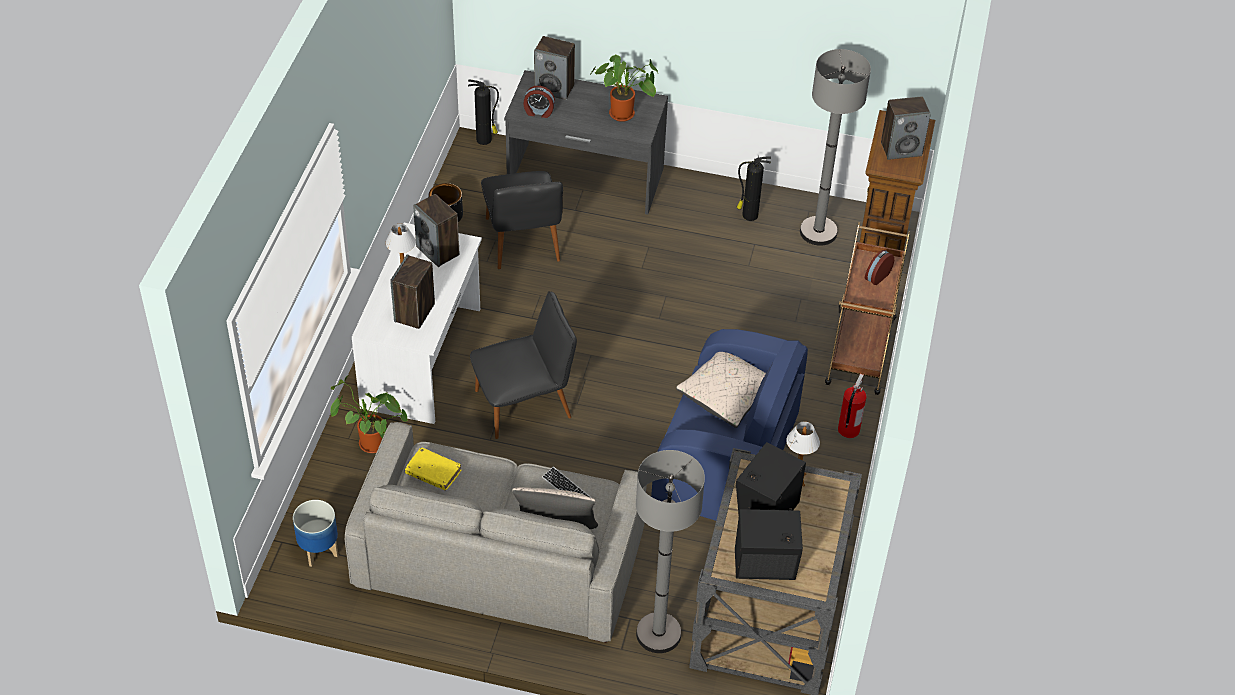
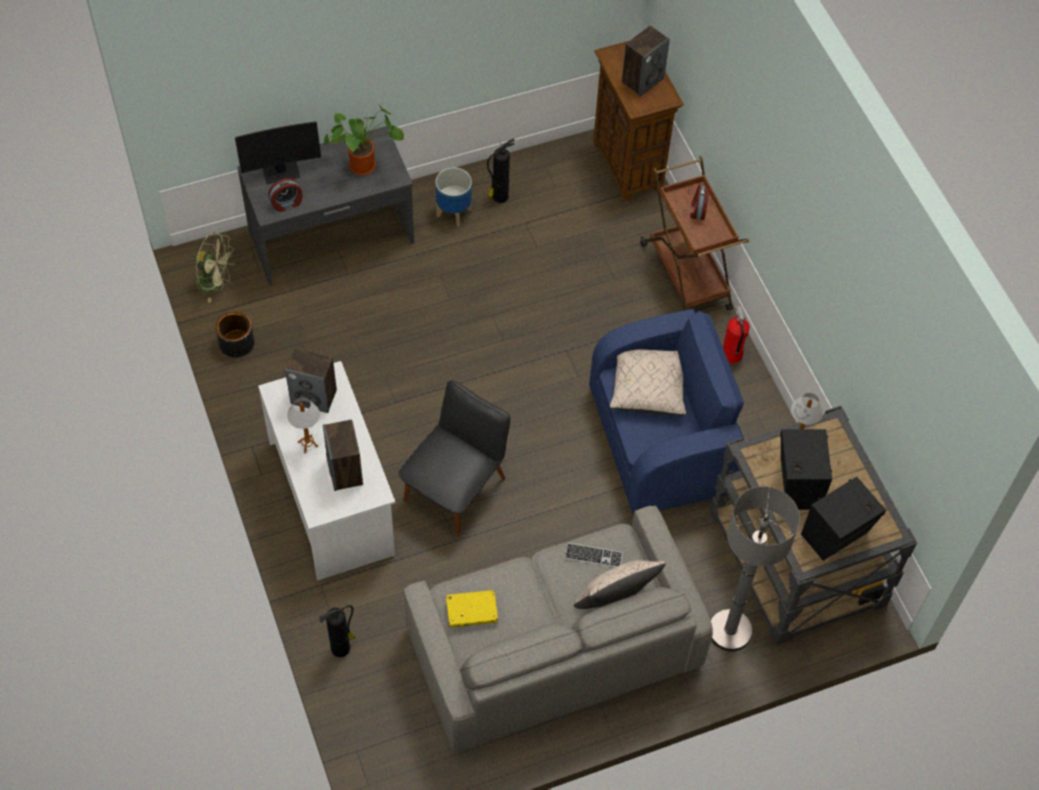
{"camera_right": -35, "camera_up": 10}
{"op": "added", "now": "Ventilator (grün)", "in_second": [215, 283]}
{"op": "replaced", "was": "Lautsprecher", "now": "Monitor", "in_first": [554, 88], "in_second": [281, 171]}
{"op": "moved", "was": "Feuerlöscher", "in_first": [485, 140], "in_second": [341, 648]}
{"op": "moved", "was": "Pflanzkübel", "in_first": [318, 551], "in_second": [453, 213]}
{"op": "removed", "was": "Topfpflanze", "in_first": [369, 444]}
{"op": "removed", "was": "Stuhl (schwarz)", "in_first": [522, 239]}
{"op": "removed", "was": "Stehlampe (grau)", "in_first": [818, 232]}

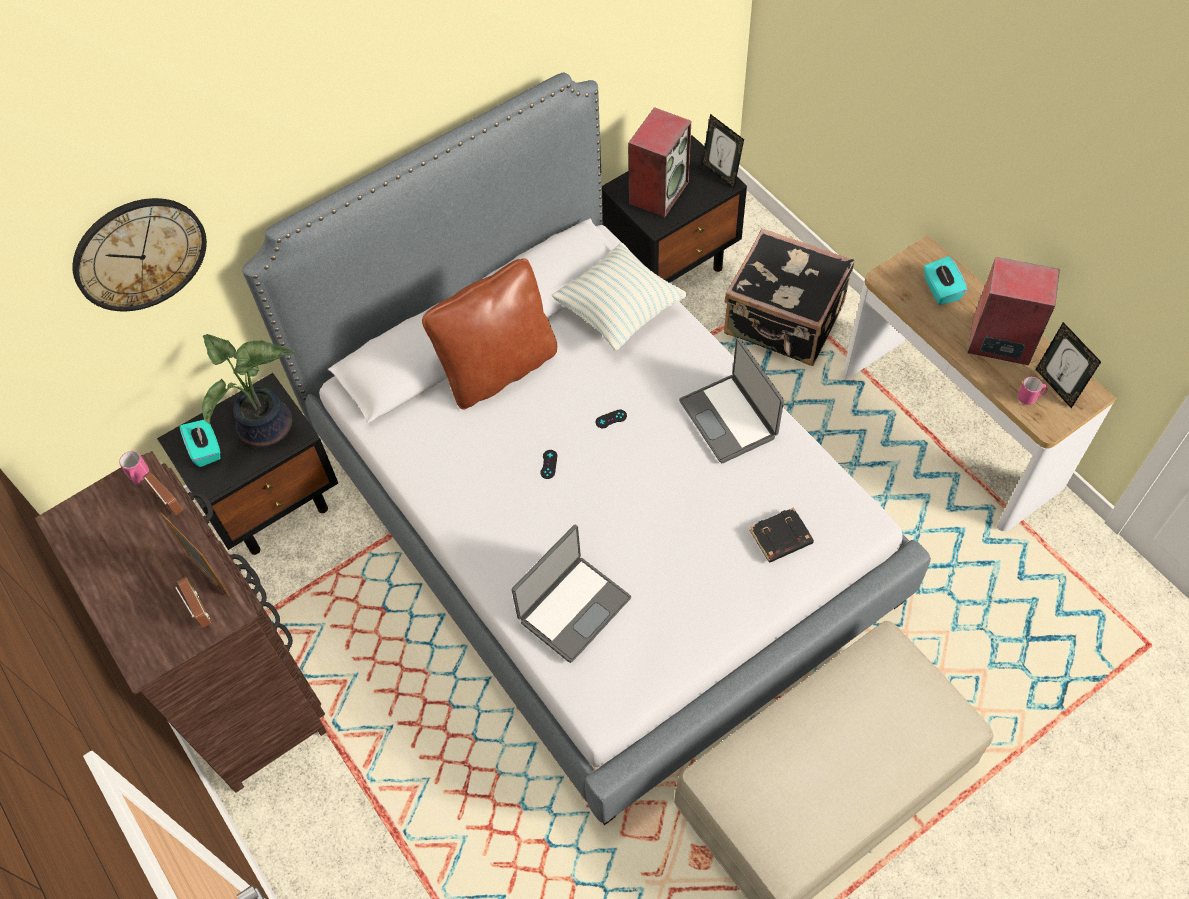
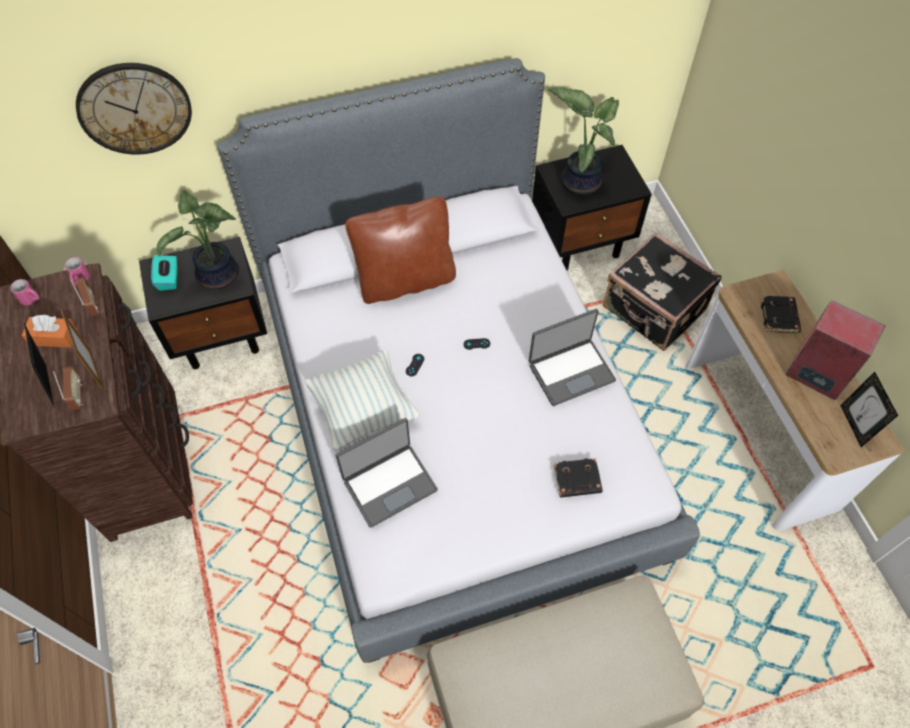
{"camera_right": 15, "camera_up": 0}
{"op": "moved", "was": "Henkelbecher (rosa)", "in_first": [1030, 397], "in_second": [32, 300]}
{"op": "added", "now": "Taschentuchbox (orange)", "in_second": [53, 337]}
{"op": "moved", "was": "Bilderrahmen", "in_first": [720, 174], "in_second": [54, 384]}
{"op": "moved", "was": "Kissen", "in_first": [619, 312], "in_second": [363, 410]}
{"op": "turned", "was": "Laptop", "in_first": [729, 418], "in_second": [570, 371], "clockwise": -105}
{"op": "replaced", "was": "Lautsprecher", "now": "Topfpflanze", "in_first": [658, 192], "in_second": [580, 180]}
{"op": "replaced", "was": "Taschentuchbox (türkis)", "now": "Buch (schwarz)", "in_first": [940, 290], "in_second": [780, 317]}

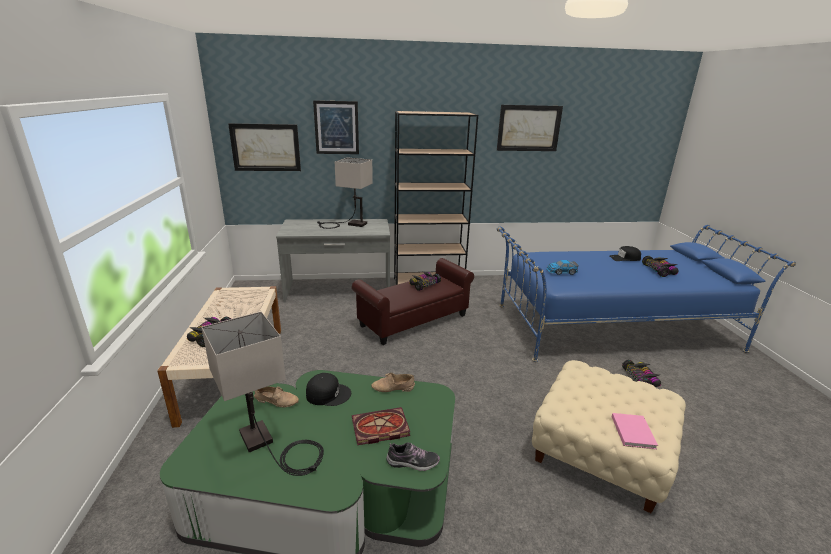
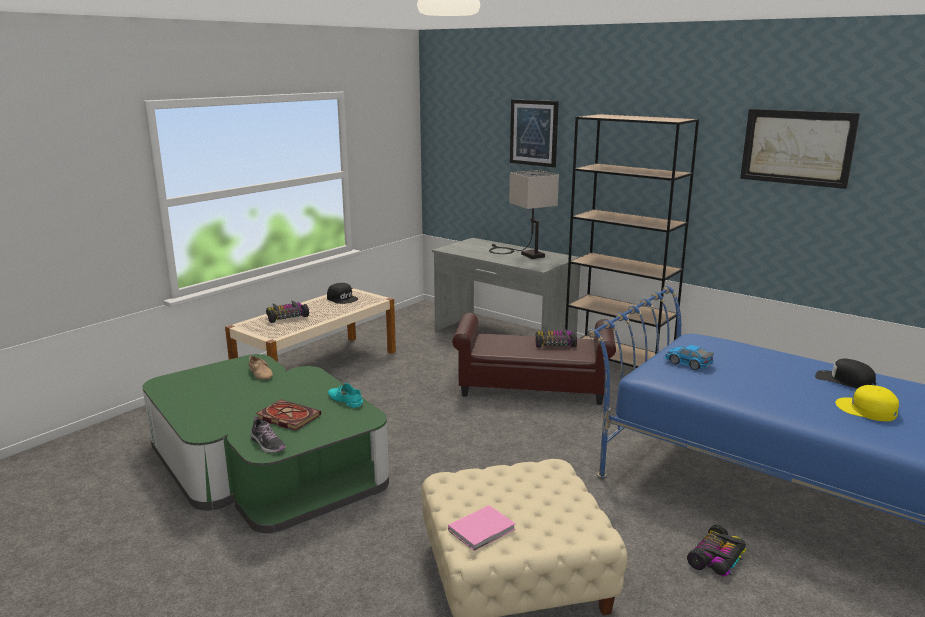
{"camera_right": 45, "camera_up": -5}
{"op": "moved", "was": "Kappe (schwarz)", "in_first": [328, 394], "in_second": [342, 298]}
{"op": "recoloured", "was": "Schuh (beige)", "now": "Schuh (türkis)", "in_first": [393, 388], "in_second": [344, 400]}
{"op": "replaced", "was": "Spielzeugauto", "now": "Kappe (gelb)", "in_first": [659, 270], "in_second": [866, 410]}
{"op": "removed", "was": "Tischlampe", "in_first": [274, 447]}
{"op": "removed", "was": "Bild", "in_first": [266, 147]}

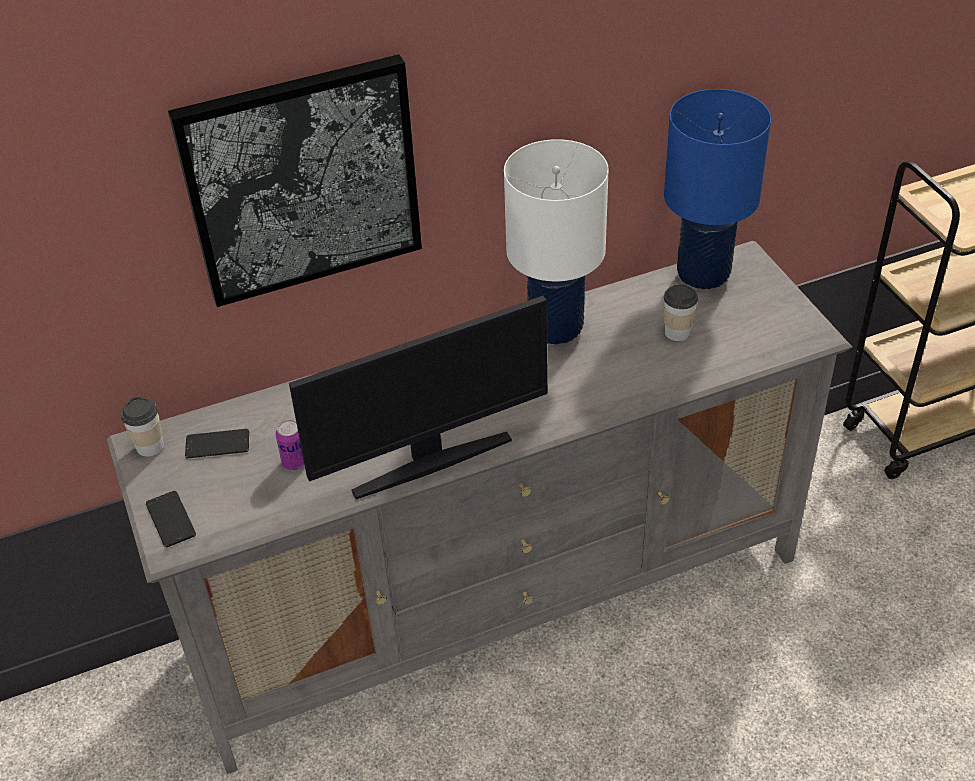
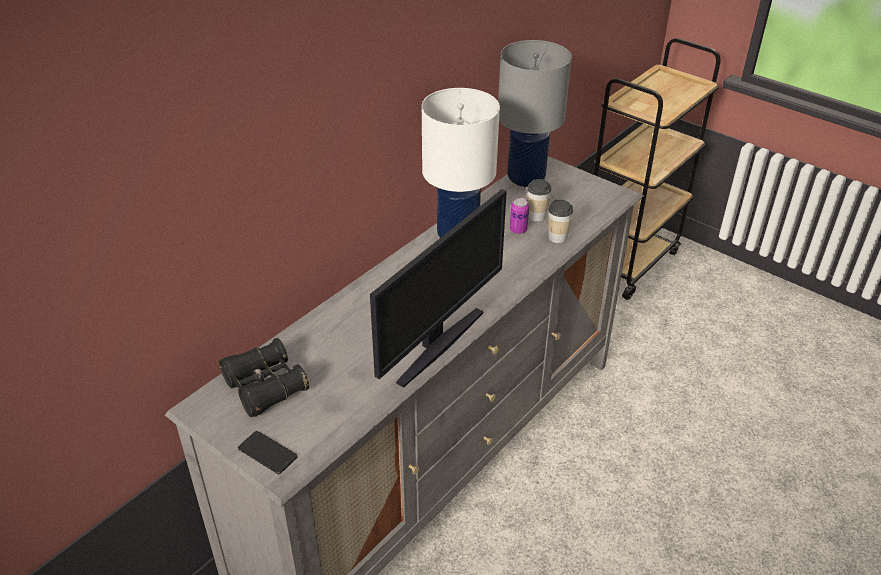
{"camera_right": -30, "camera_up": -5}
{"op": "replaced", "was": "Handy", "now": "Fernglas (schwarz)", "in_first": [217, 444], "in_second": [265, 387]}
{"op": "recoloured", "was": "Tischlampe (blau)", "now": "Tischlampe (grau)", "in_first": [702, 277], "in_second": [525, 180]}
{"op": "moved", "was": "Dose", "in_first": [295, 462], "in_second": [518, 230]}
{"op": "moved", "was": "Tasse", "in_first": [150, 447], "in_second": [557, 237]}
{"op": "removed", "was": "Bild", "in_first": [302, 180]}

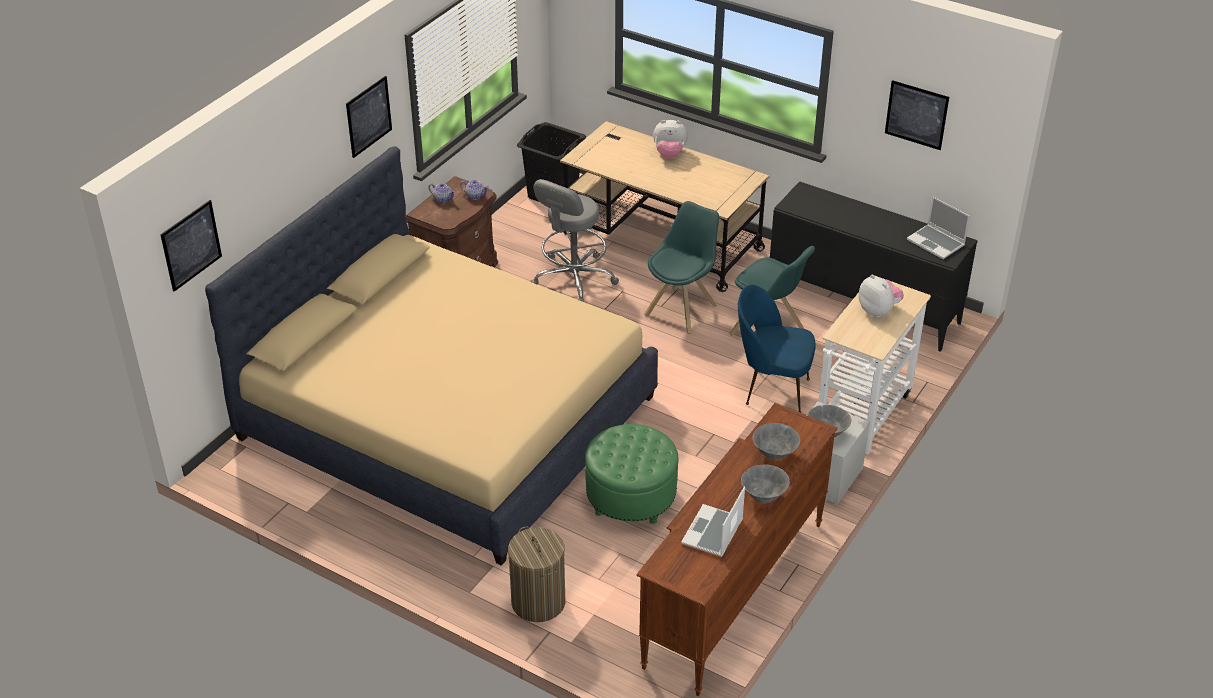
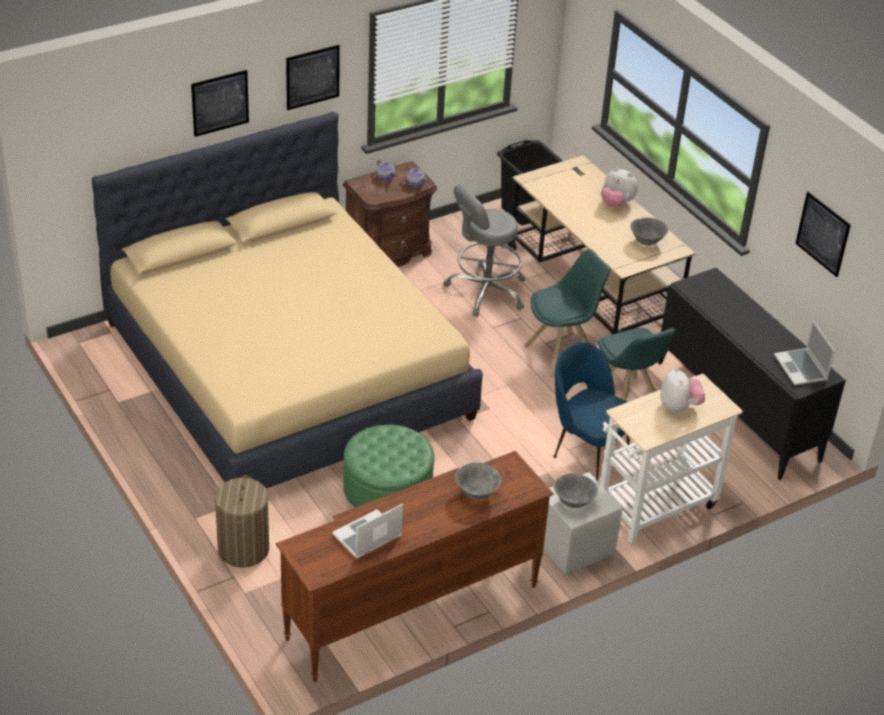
{"camera_right": 25, "camera_up": 0}
{"op": "moved", "was": "Bild", "in_first": [191, 245], "in_second": [220, 103]}
{"op": "moved", "was": "Schüssel (grau)", "in_first": [763, 497], "in_second": [646, 242]}

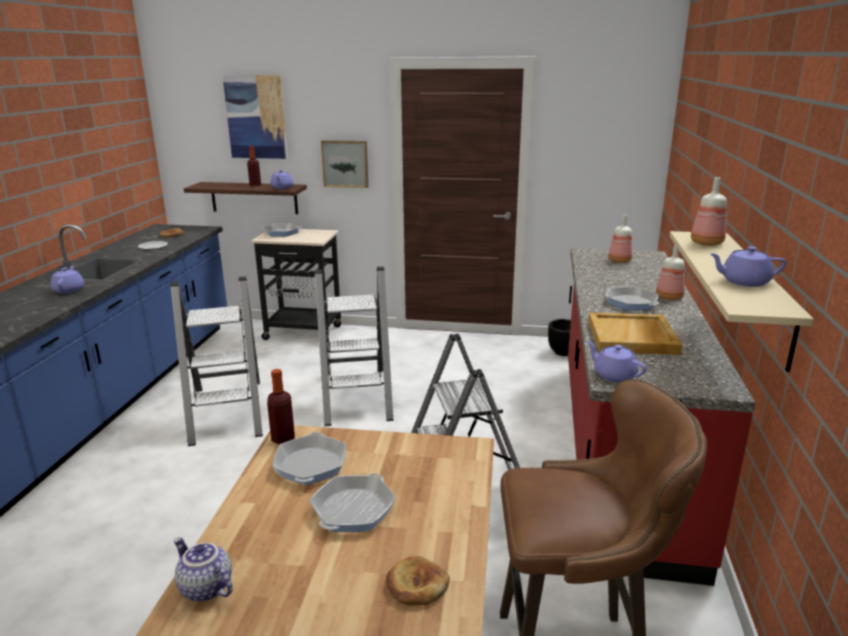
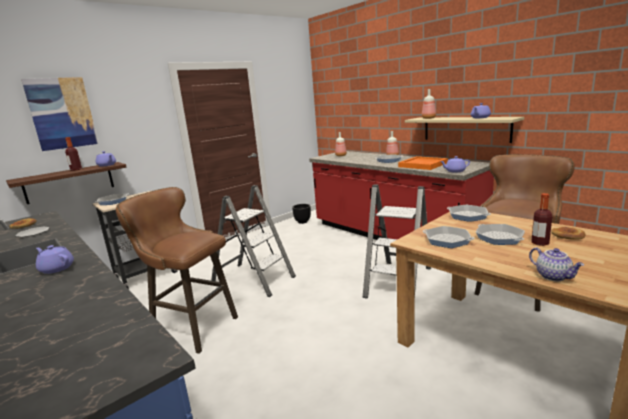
{"camera_right": -50, "camera_up": -5}
{"op": "replaced", "was": "Trittleiter (grau)", "now": "Hocker (braun)", "in_first": [227, 410], "in_second": [192, 327]}
{"op": "recoloured", "was": "Tablett (beige)", "now": "Tablett (orange)", "in_first": [632, 337], "in_second": [423, 165]}
{"op": "added", "now": "Pfanne", "in_second": [467, 216]}
{"op": "turned", "was": "Teekanne", "in_first": [204, 588], "in_second": [553, 276], "clockwise": -105}
{"op": "moved", "was": "Flasche", "in_first": [283, 439], "in_second": [540, 243]}
{"op": "removed", "was": "Bild", "in_first": [345, 163]}

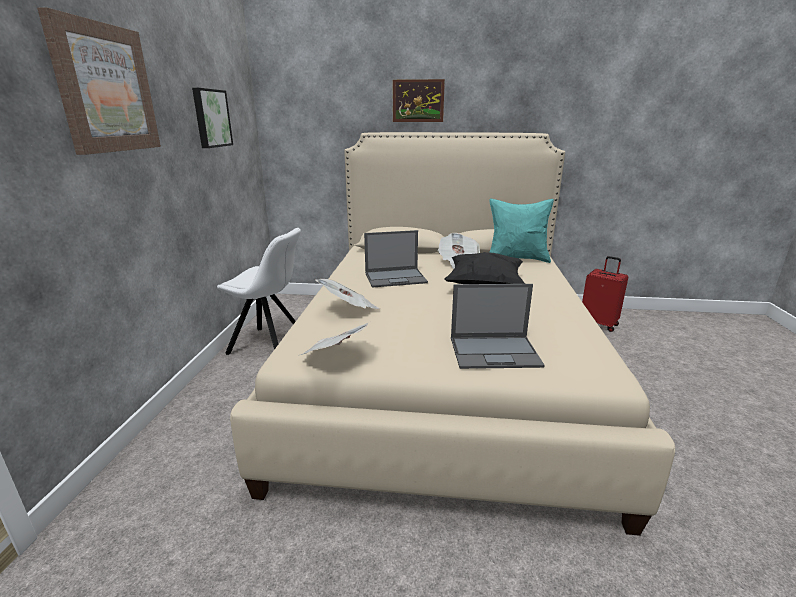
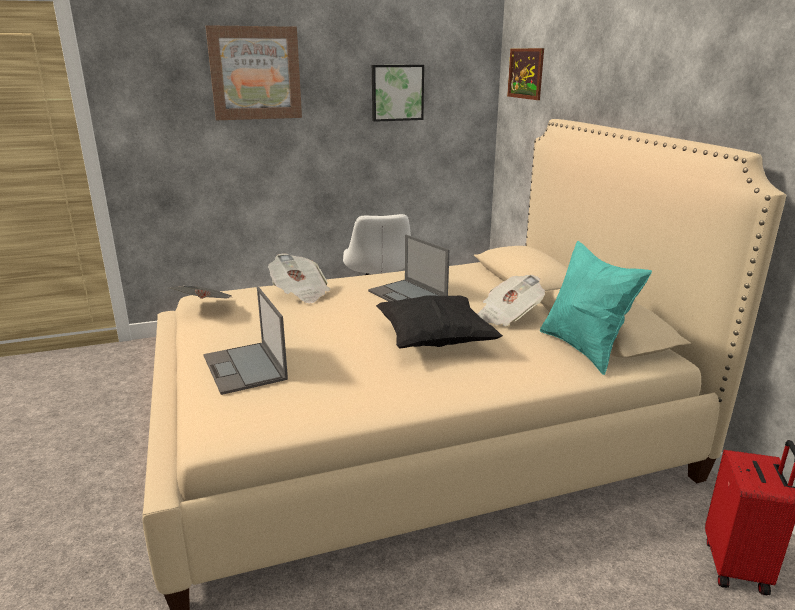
{"camera_right": 65, "camera_up": 0}
{"op": "moved", "was": "Bild", "in_first": [418, 101], "in_second": [525, 73]}

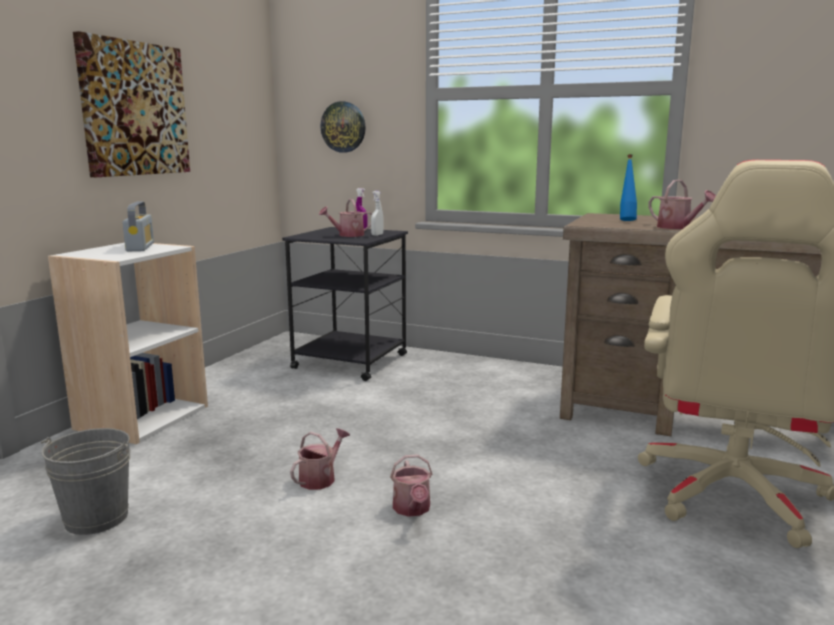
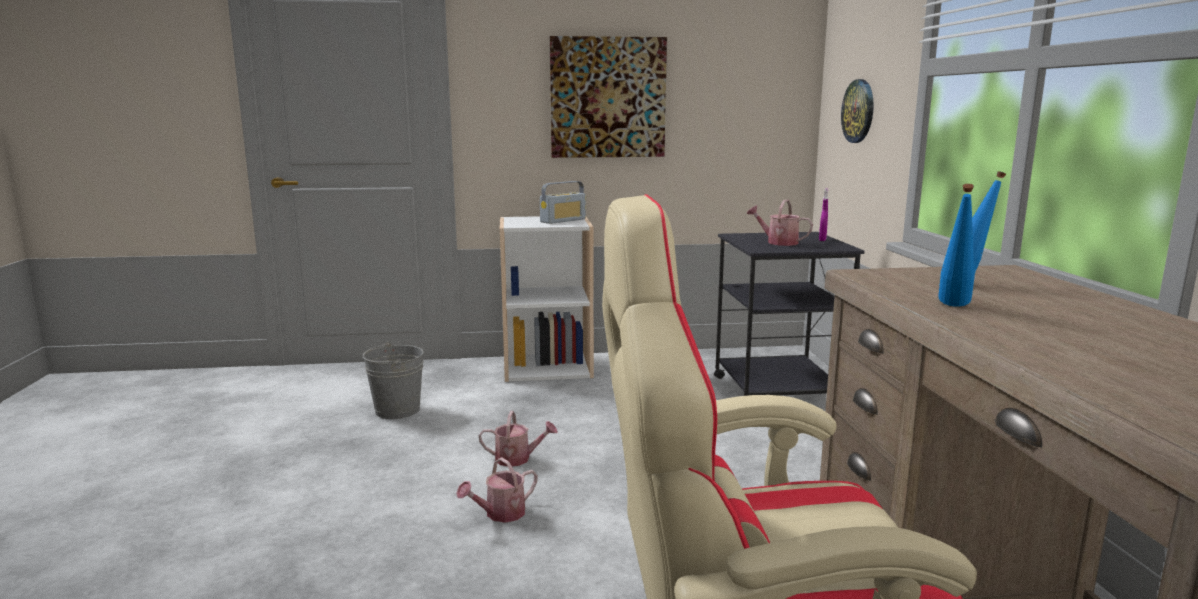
{"camera_right": 60, "camera_up": 0}
{"op": "replaced", "was": "Gießkanne", "now": "Flasche (blau)", "in_first": [677, 227], "in_second": [953, 307]}
{"op": "removed", "was": "Sprühflasche (weiß)", "in_first": [377, 235]}

